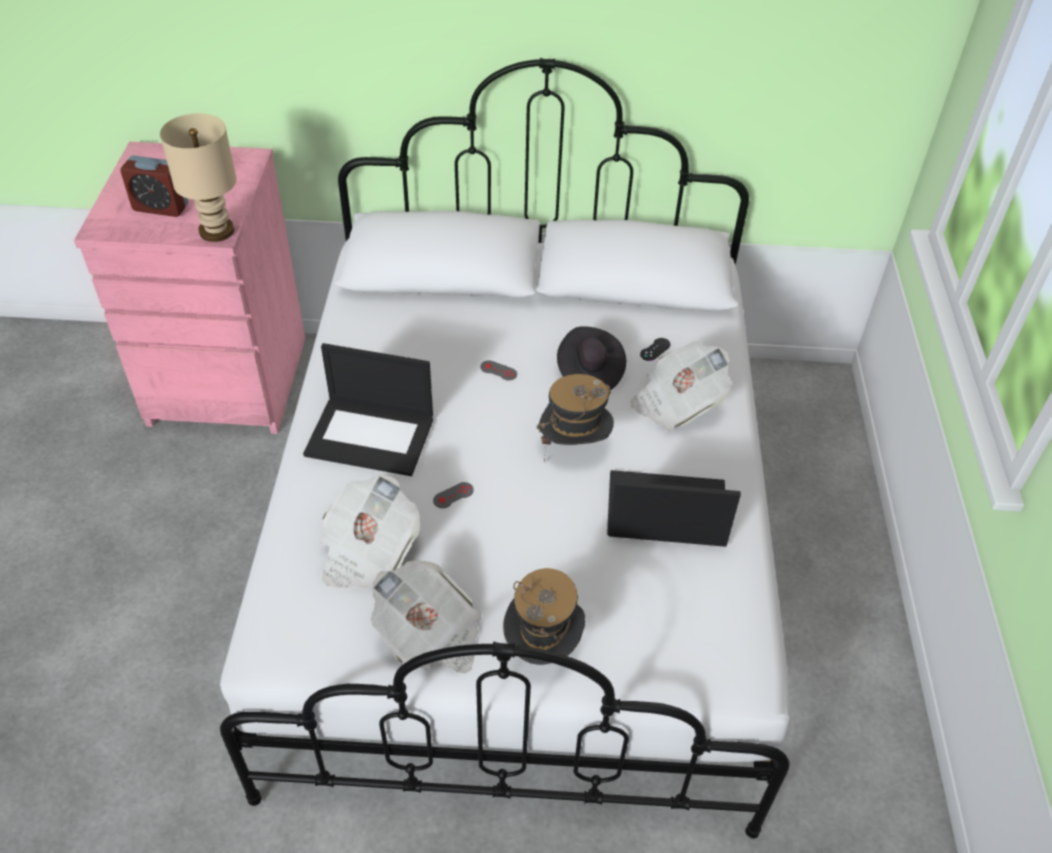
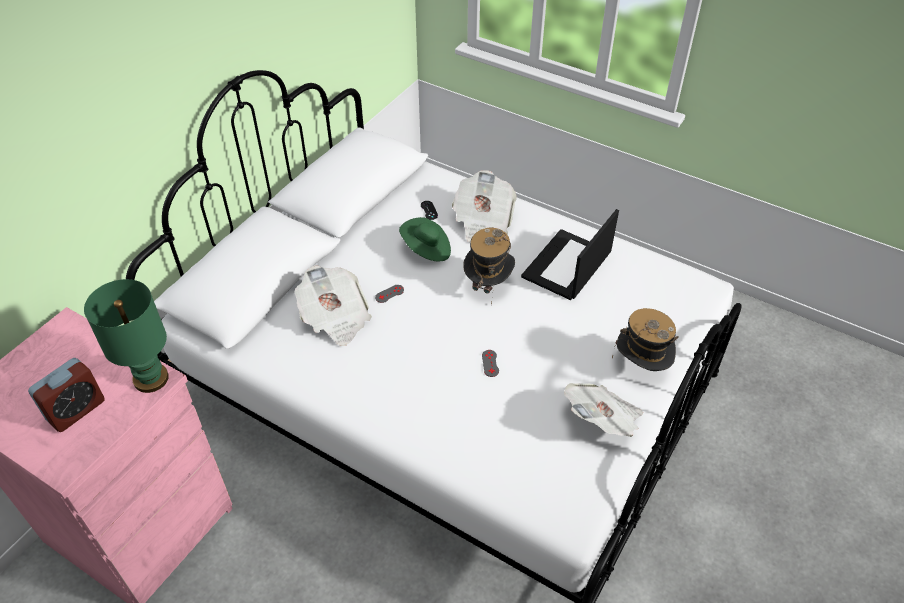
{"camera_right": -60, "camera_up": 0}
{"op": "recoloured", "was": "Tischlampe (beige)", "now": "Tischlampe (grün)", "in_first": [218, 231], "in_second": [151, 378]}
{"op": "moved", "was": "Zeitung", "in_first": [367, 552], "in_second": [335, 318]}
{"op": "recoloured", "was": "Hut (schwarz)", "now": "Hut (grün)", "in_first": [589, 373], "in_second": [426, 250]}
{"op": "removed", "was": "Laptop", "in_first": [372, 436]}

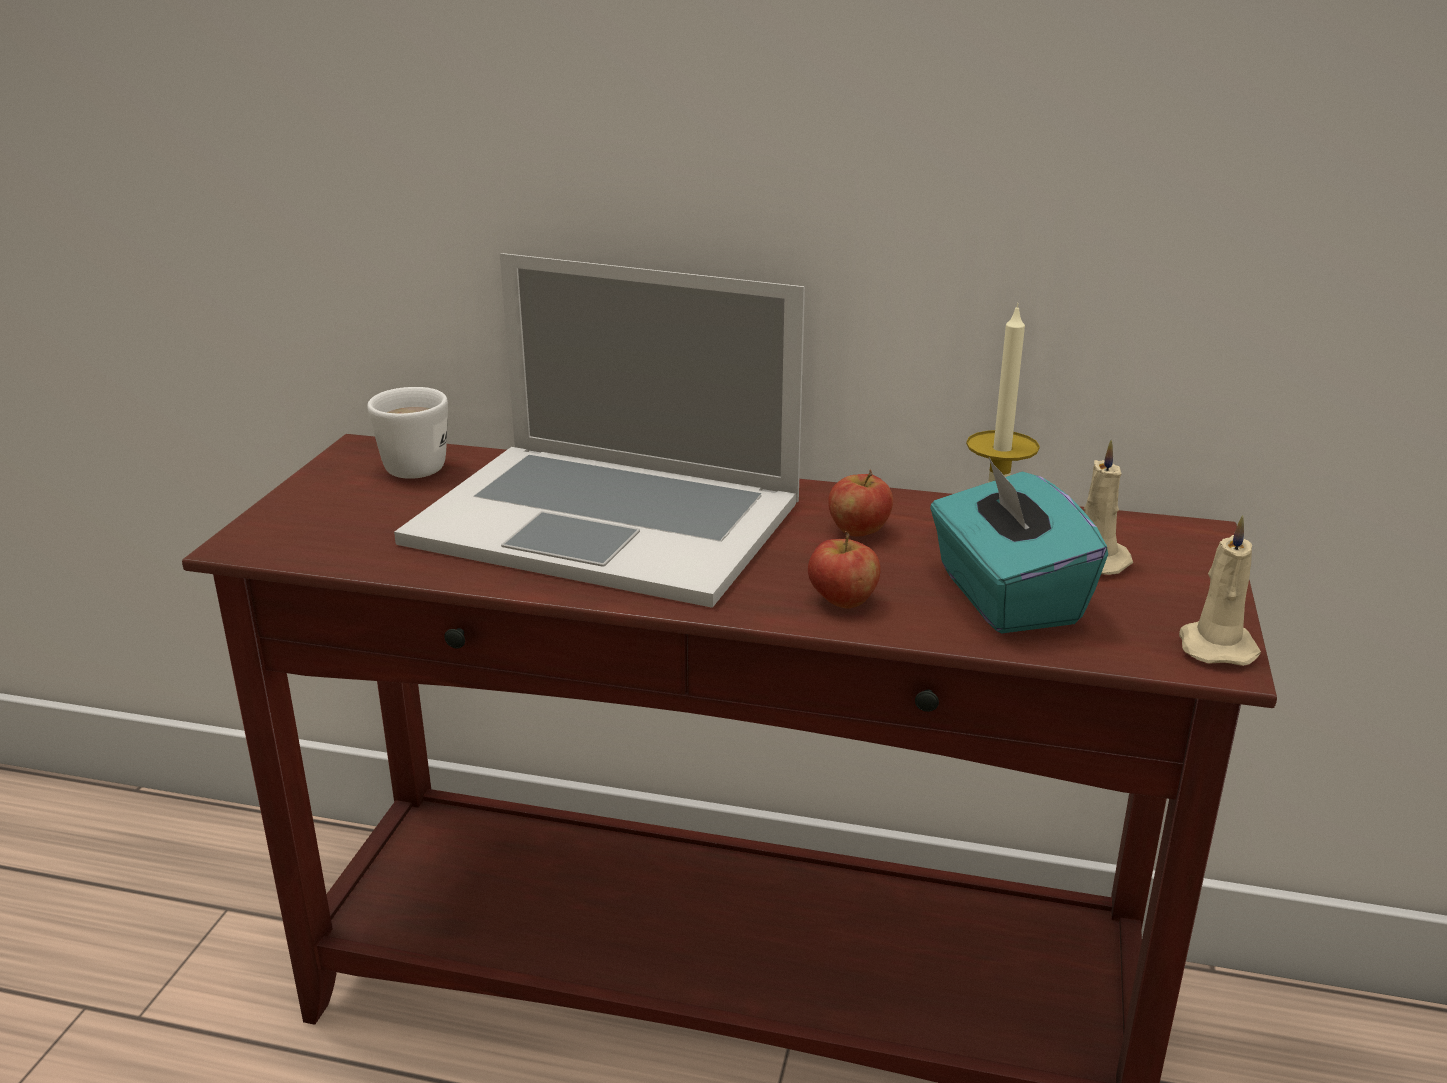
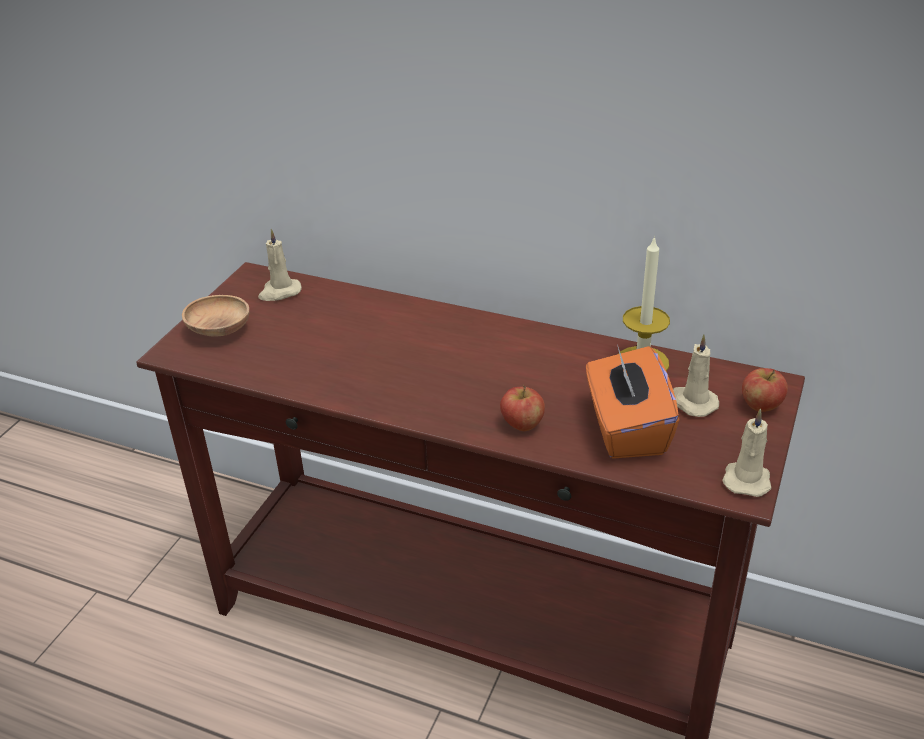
{"camera_right": 10, "camera_up": 10}
{"op": "added", "now": "Schüssel (braun)", "in_second": [219, 330]}
{"op": "replaced", "was": "Henkelbecher (weiß)", "now": "Kerze (beige)", "in_first": [408, 465], "in_second": [279, 292]}
{"op": "recoloured", "was": "Taschentuchbox (türkis)", "now": "Taschentuchbox (orange)", "in_first": [1005, 597], "in_second": [626, 429]}
{"op": "moved", "was": "Apfel", "in_first": [858, 531], "in_second": [761, 405]}
{"op": "removed", "was": "Laptop", "in_first": [607, 520]}

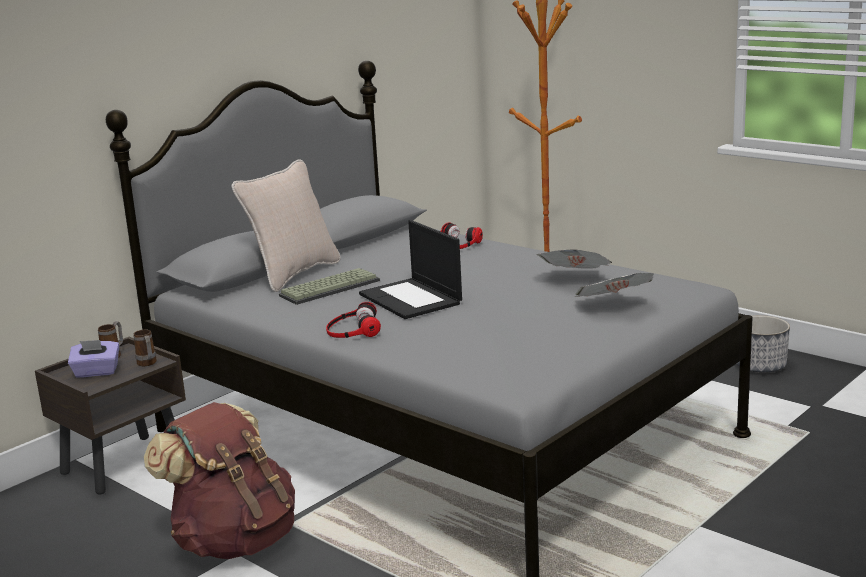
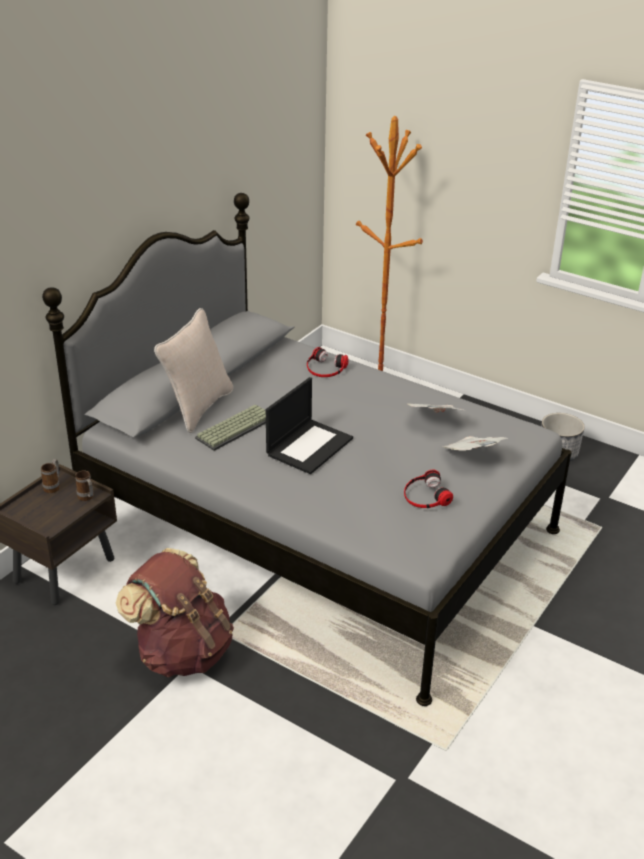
{"camera_right": -10, "camera_up": 15}
{"op": "turned", "was": "Laptop", "in_first": [411, 299], "in_second": [309, 446], "clockwise": -105}
{"op": "moved", "was": "Kopfhörer", "in_first": [353, 330], "in_second": [425, 496]}
{"op": "removed", "was": "Taschentuchbox (lila)", "in_first": [96, 372]}

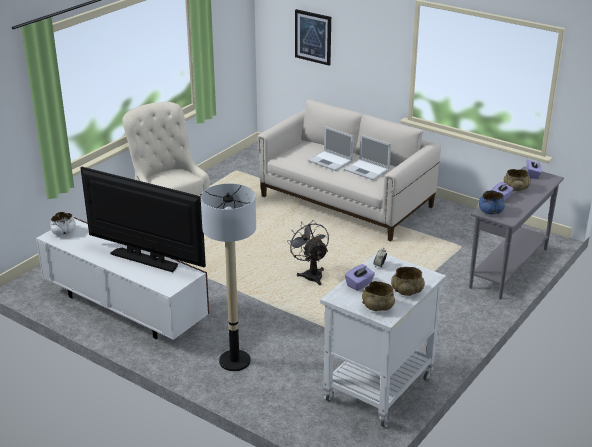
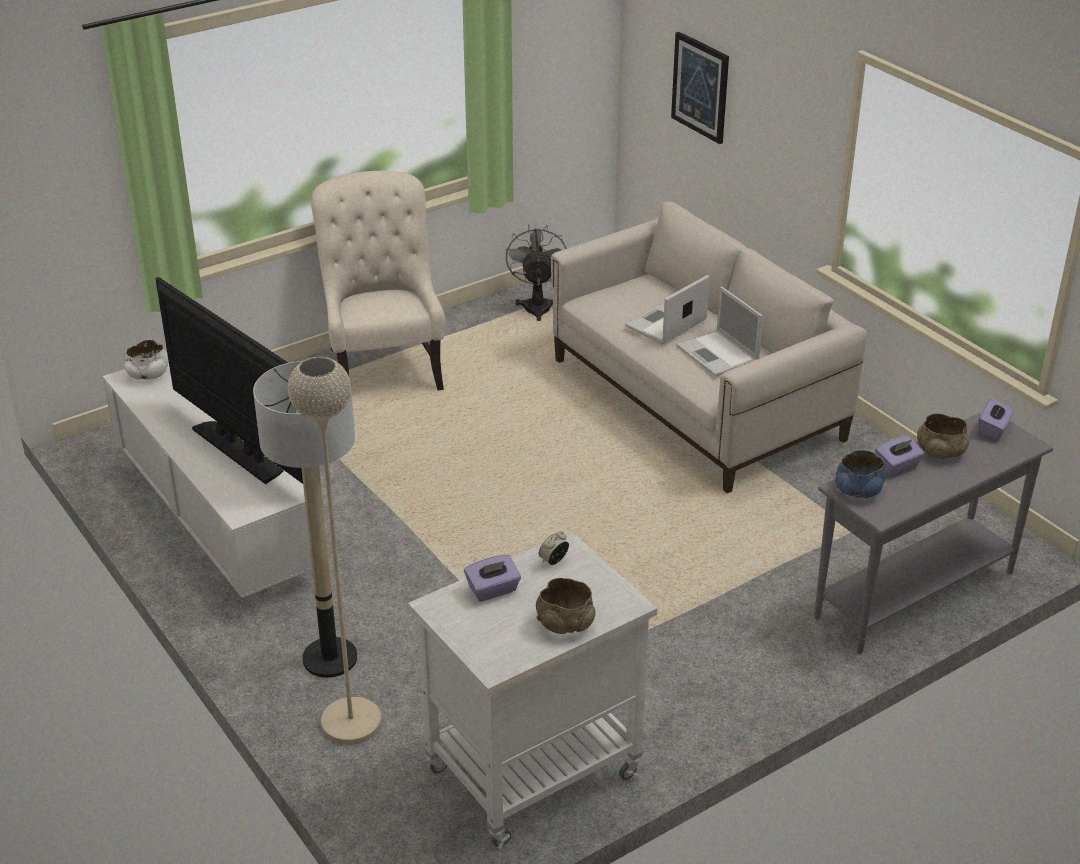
{"camera_right": 20, "camera_up": 5}
{"op": "added", "now": "Stehlampe (beige)", "in_second": [350, 723]}
{"op": "moved", "was": "Ventilator (grau)", "in_first": [311, 274], "in_second": [537, 305]}
{"op": "turned", "was": "Laptop", "in_first": [331, 161], "in_second": [665, 324], "clockwise": 75}
{"op": "removed", "was": "Schüssel (beige)", "in_first": [378, 306]}

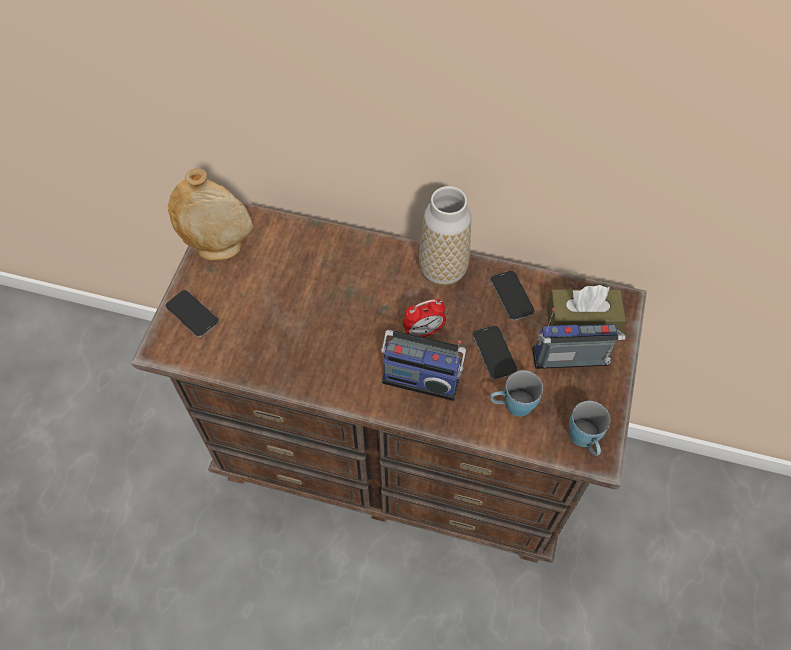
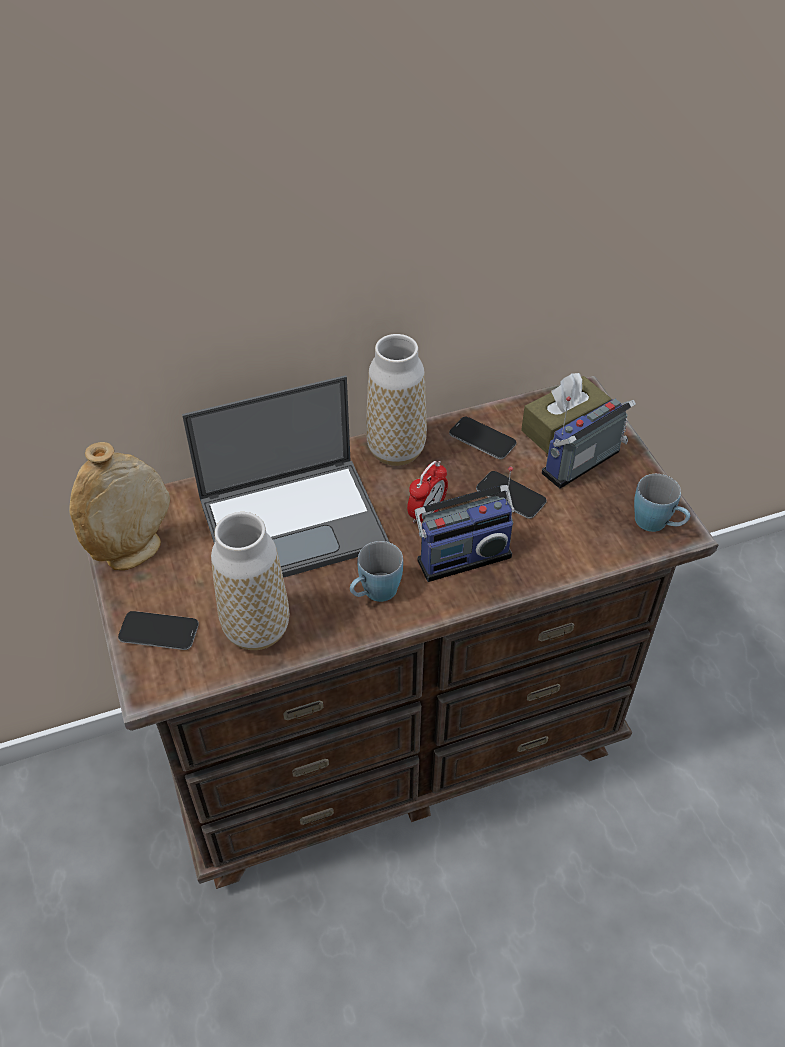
{"camera_right": -35, "camera_up": -10}
{"op": "added", "now": "Laptop", "in_second": [295, 521]}
{"op": "added", "now": "Vase", "in_second": [257, 629]}
{"op": "moved", "was": "Henkelbecher (blau)", "in_first": [512, 405], "in_second": [374, 593]}

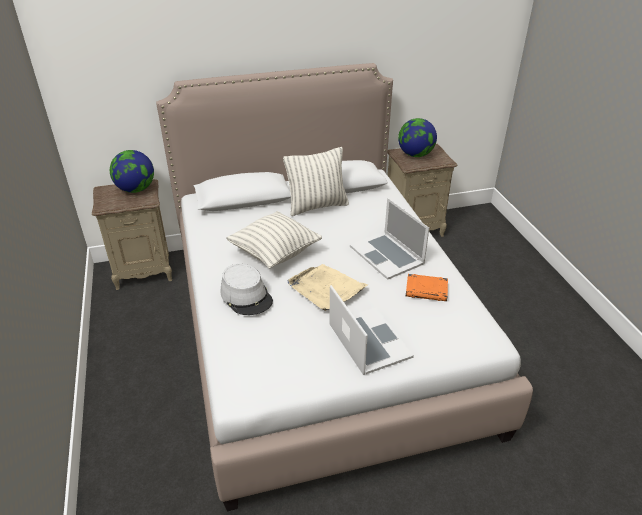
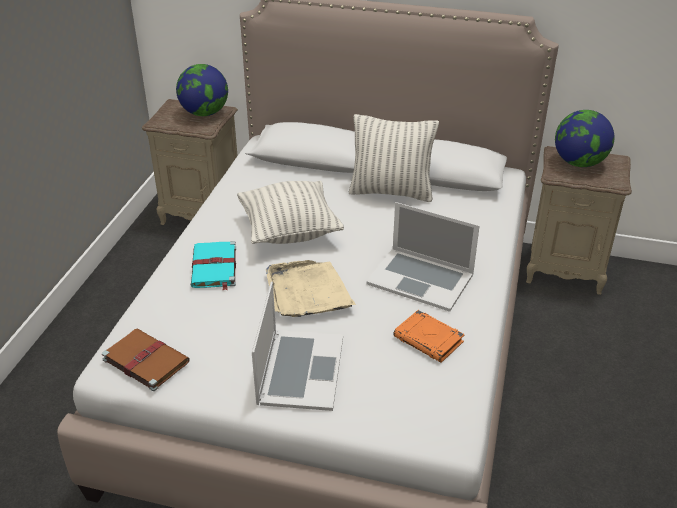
{"camera_right": 30, "camera_up": 0}
{"op": "added", "now": "Buch (braun)", "in_second": [144, 360]}
{"op": "replaced", "was": "Hut (grau)", "now": "Buch (türkis)", "in_first": [246, 296], "in_second": [214, 268]}
{"op": "turned", "was": "Laptop", "in_first": [387, 255], "in_second": [420, 278], "clockwise": -60}

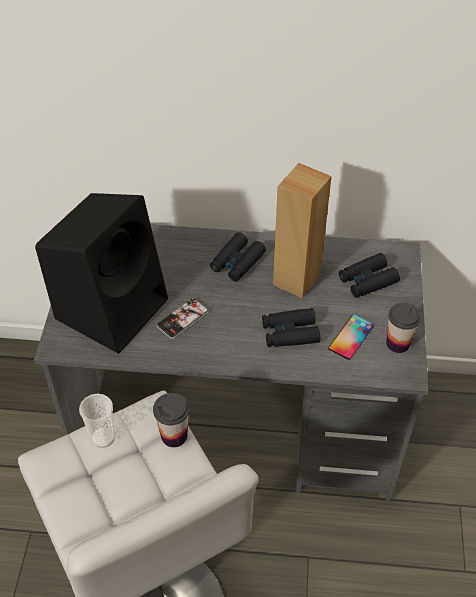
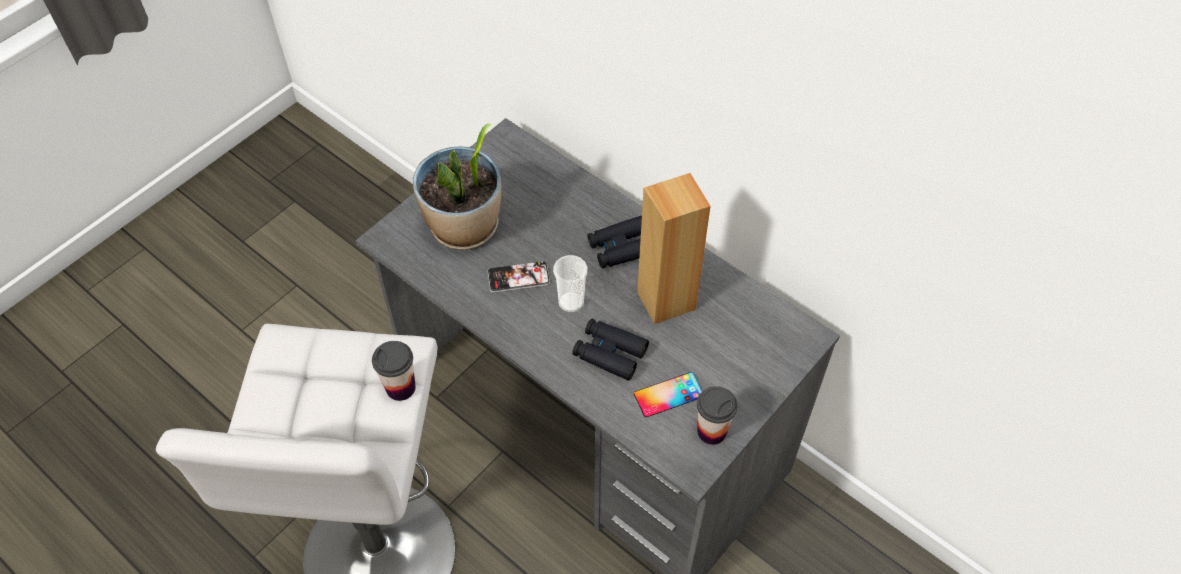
{"camera_right": 35, "camera_up": 5}
{"op": "replaced", "was": "Lautsprecher (schwarz)", "now": "Topfpflanze", "in_first": [113, 306], "in_second": [465, 227]}
{"op": "moved", "was": "Tasse", "in_first": [103, 437], "in_second": [571, 302]}
{"op": "removed", "was": "Fernglas (schwarz)", "in_first": [367, 280]}

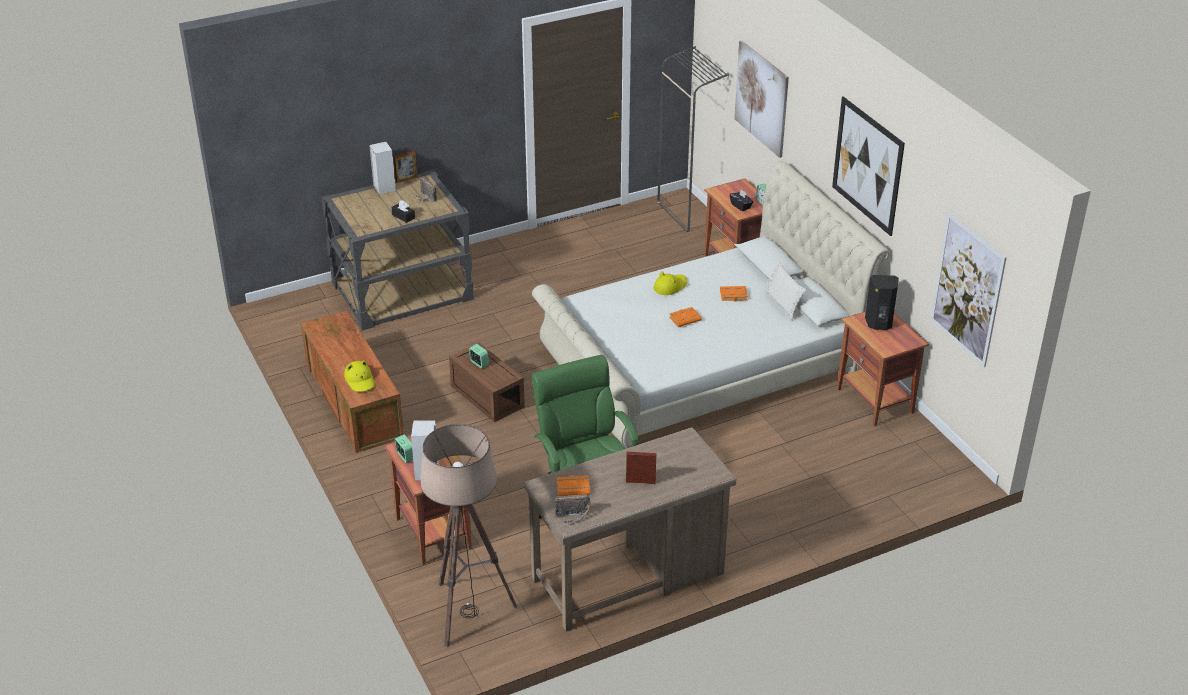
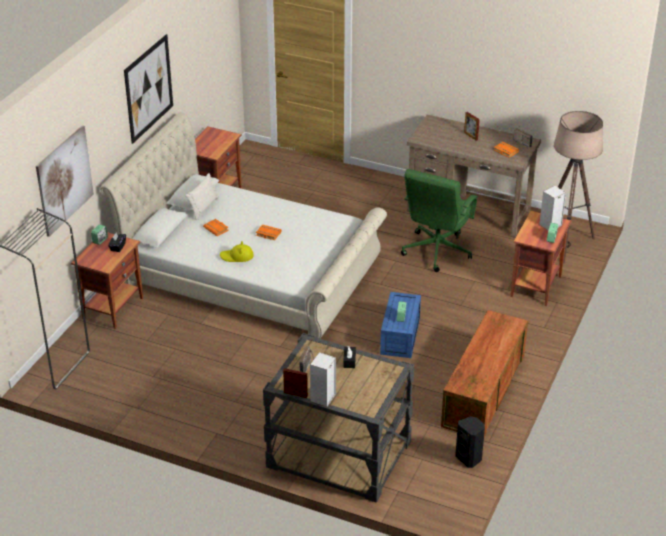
{"camera_right": -130, "camera_up": 0}
{"op": "recoloured", "was": "Aufbewahrungsbox (braun)", "now": "Aufbewahrungsbox (blau)", "in_first": [485, 396], "in_second": [401, 337]}
{"op": "moved", "was": "Lautsprecher (schwarz)", "in_first": [879, 323], "in_second": [469, 458]}
{"op": "removed", "was": "Hut (gelb)", "in_first": [360, 380]}
{"op": "removed", "was": "Bild", "in_first": [967, 289]}

